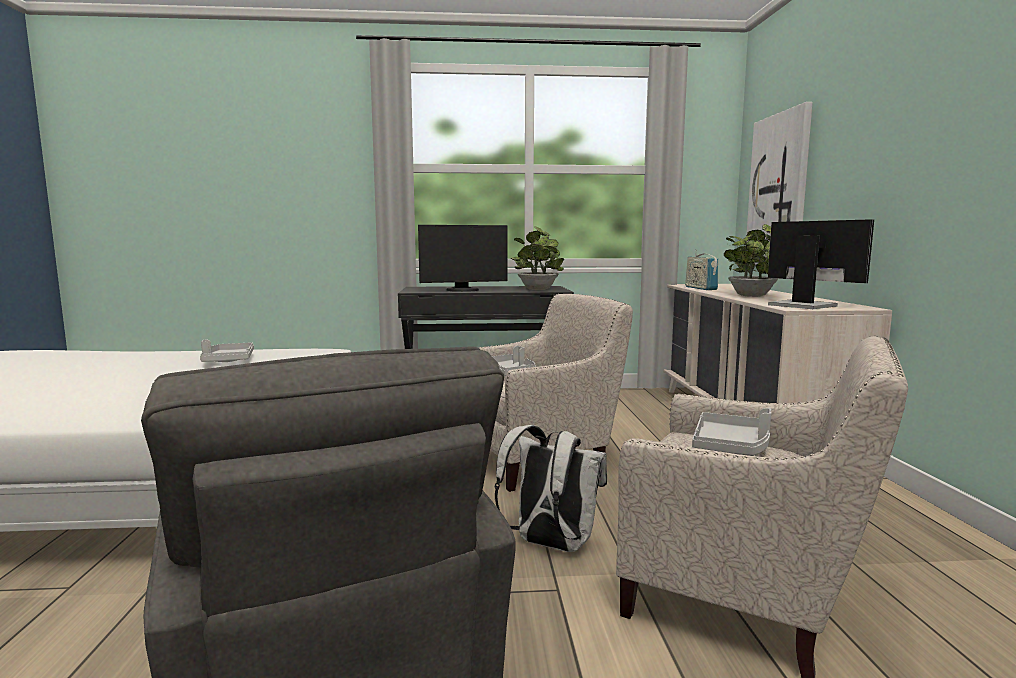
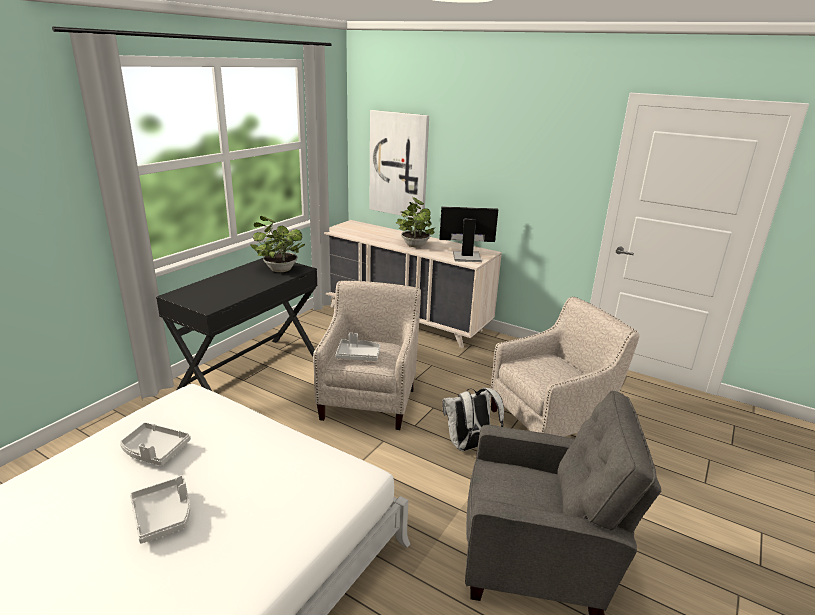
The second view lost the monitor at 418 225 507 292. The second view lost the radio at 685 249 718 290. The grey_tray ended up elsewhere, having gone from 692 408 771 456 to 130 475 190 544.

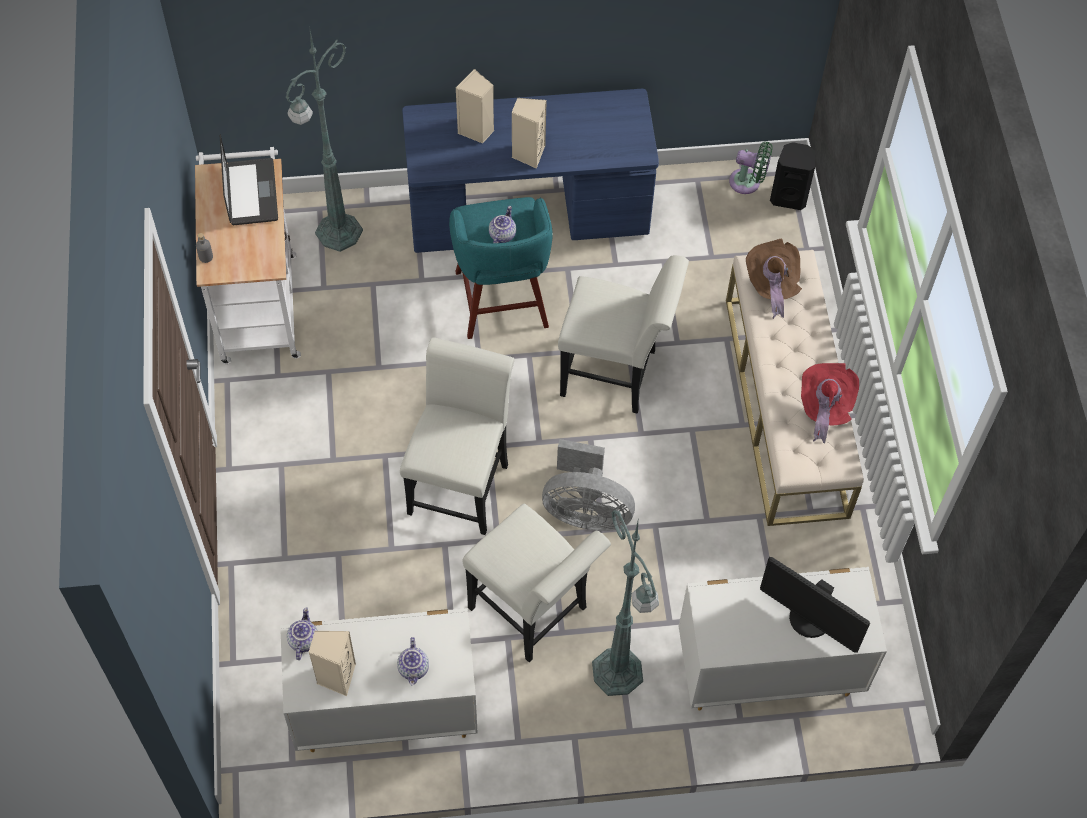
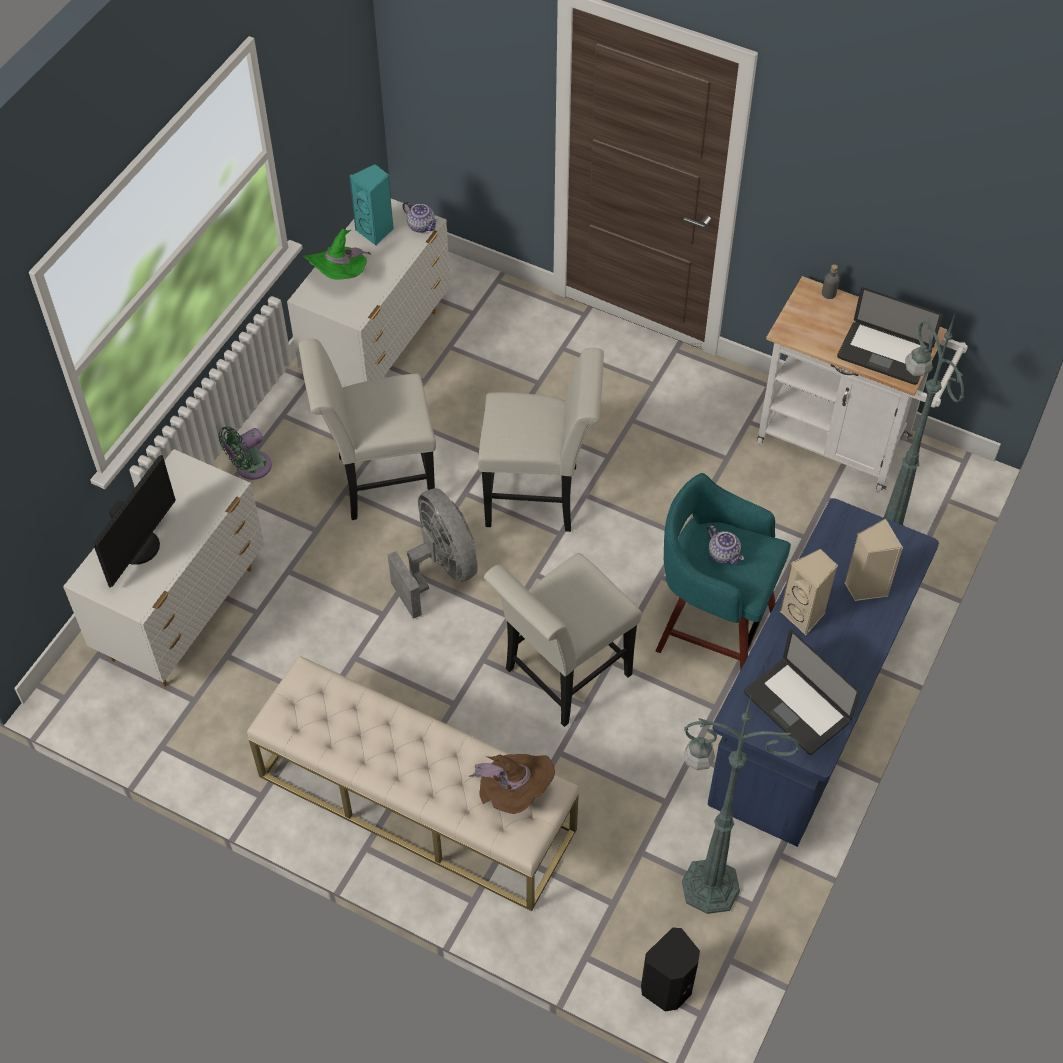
The second view lost the red_hat at 801 363 859 443. The second view gained the laptop at 744 630 860 755. The green_floor_lamp ended up elsewhere, having gone from 592 510 659 696 to 682 693 800 914. The green_fan ended up elsewhere, having gone from 729 142 773 194 to 218 427 272 480. Where the teapot stood at 397 637 429 685, the green_hat came to stand at 303 229 371 280. What was the beige_speaker at 308 630 356 696 turned into the turquoise_speaker at 349 164 394 246. The white_chair at 400 337 515 535 ended up facing another way, 45 degrees counterclockwise from before. The grey_fan at 542 439 635 531 ended up facing another way, 105 degrees clockwise from before. The monitor at 760 557 870 653 ended up facing another way, 135 degrees clockwise from before.

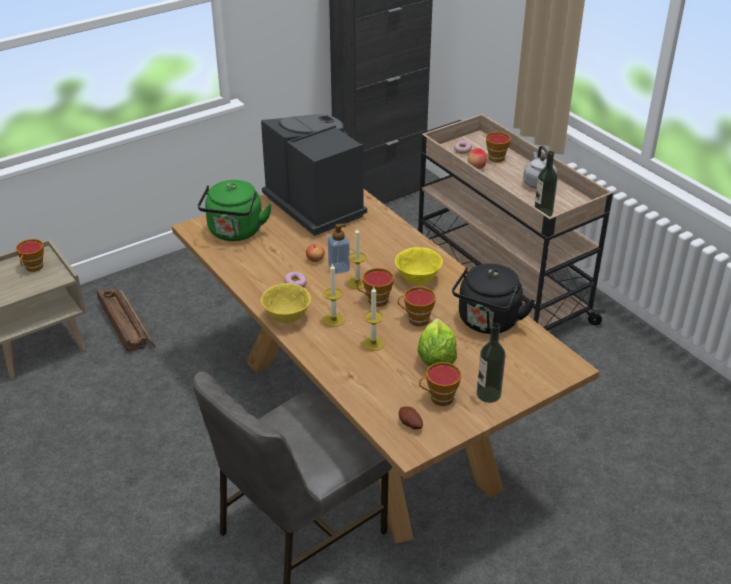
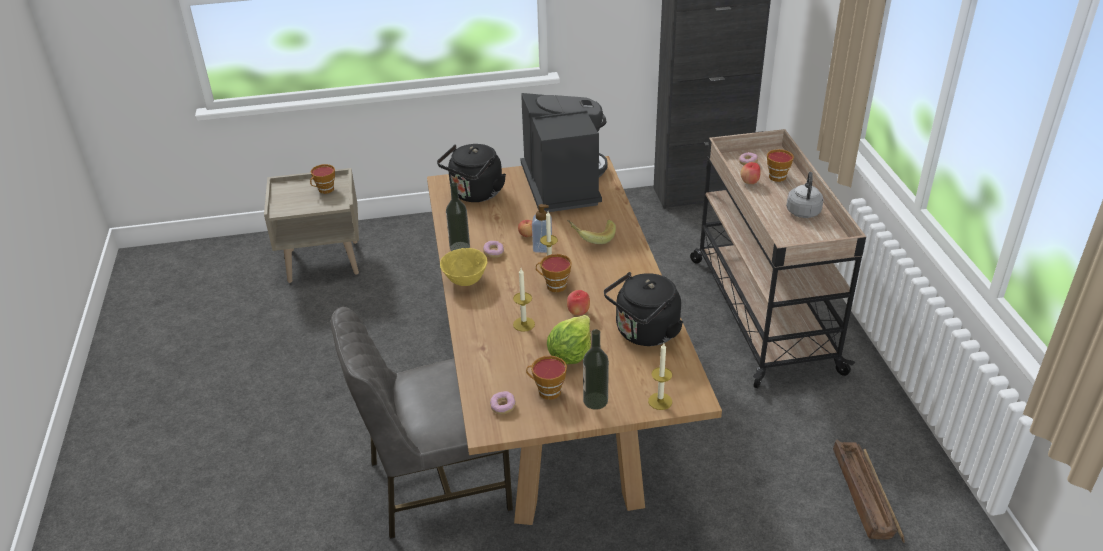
The second view lost the yellow_bowl at 395 247 443 285. The second view gained the banana at 567 220 616 244. The crate ended up elsewhere, having gone from 97 288 156 351 to 833 440 905 543. The candle ended up elsewhere, having gone from 323 263 345 327 to 648 343 672 410. The bottle ended up elsewhere, having gone from 534 151 558 217 to 446 182 470 251. Where the cup stood at 398 287 436 326, the apple came to stand at 567 290 590 315. Where the potato stood at 399 407 423 430, the donut came to stand at 490 391 516 414. What was the green_kettle at 198 180 272 241 turned into the black_kettle at 437 144 506 202.

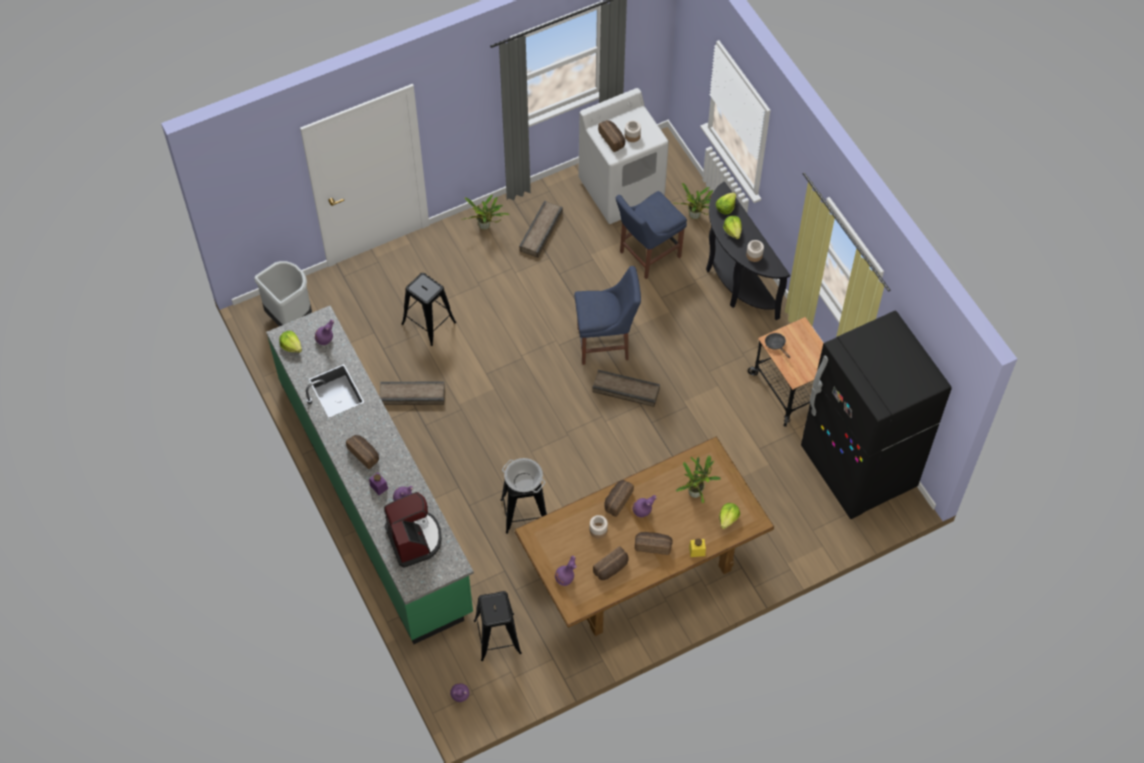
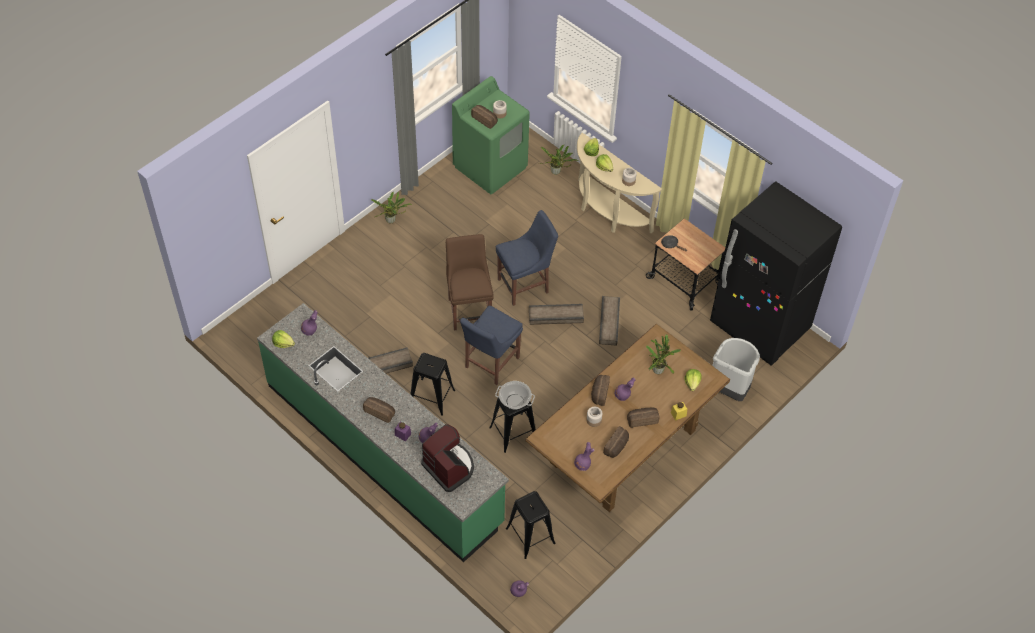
The second view gained the brown_chair at 446 234 494 331. The grey_trash_can ended up elsewhere, having gone from 254 261 312 326 to 712 338 760 401. The black_stool ended up elsewhere, having gone from 402 273 456 346 to 410 353 455 416. The crate ended up elsewhere, having gone from 519 201 563 258 to 599 296 620 346. The blue_chair ended up elsewhere, having gone from 616 191 687 279 to 460 306 523 385. What was the white_washing_machine at 578 88 669 224 turned into the green_washing_machine at 452 76 530 194. What was the black_console_table at 706 181 790 320 turned into the beige_console_table at 577 133 662 233.

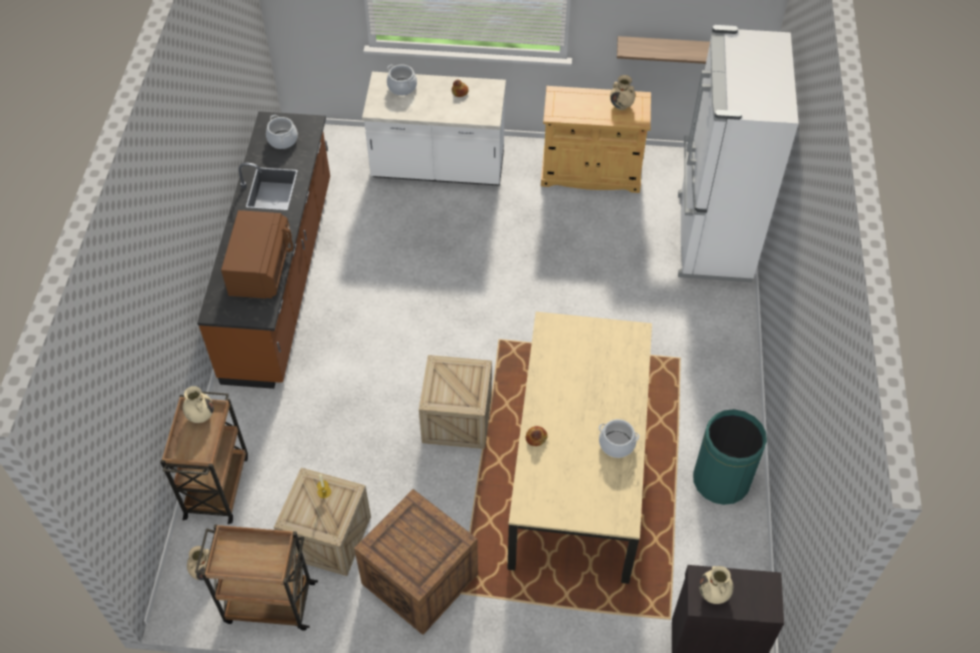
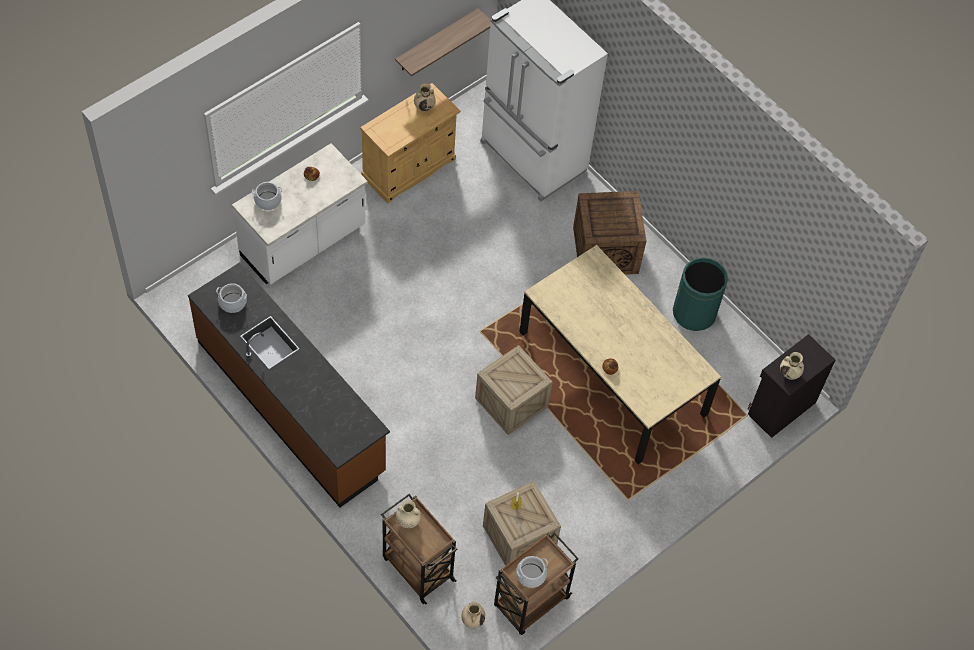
The second view lost the brown_microwave at 221 210 293 298. The crate ended up elsewhere, having gone from 354 489 478 635 to 573 191 646 275. The cooking_pot ended up elsewhere, having gone from 599 419 639 458 to 516 556 548 588.

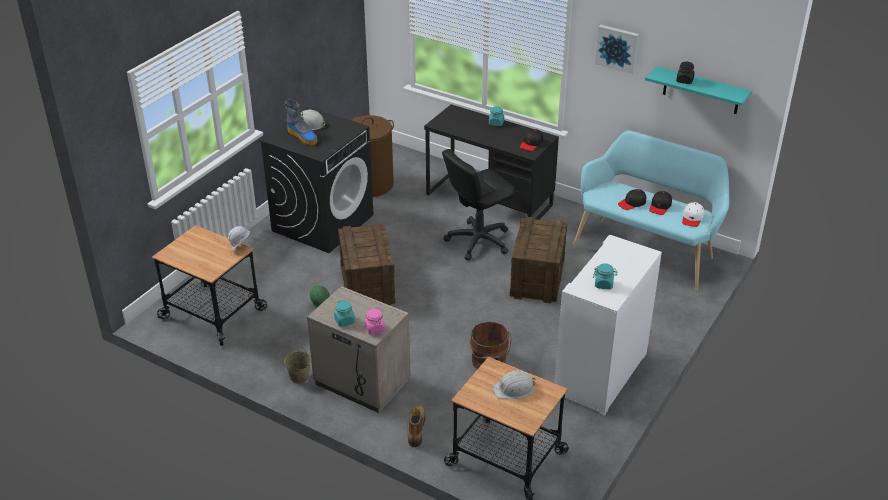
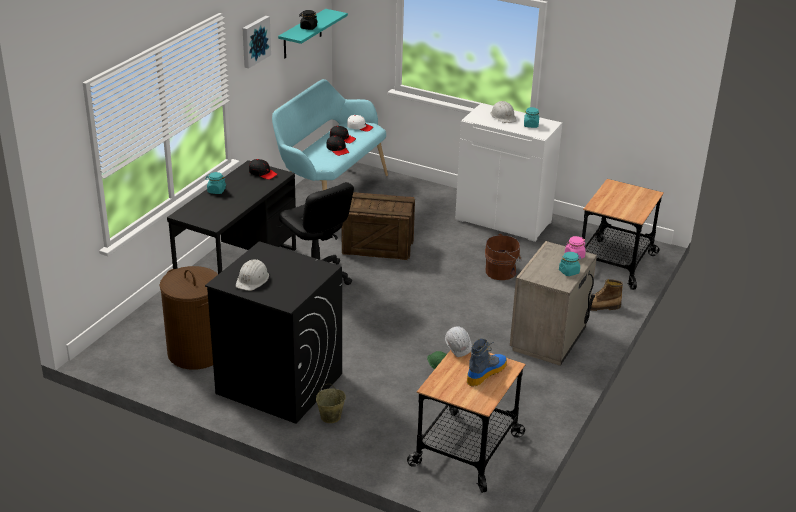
The second view lost the crate at 338 223 395 306. The boot ended up elsewhere, having gone from 284 100 317 146 to 467 338 507 387. The beige_bucket ended up elsewhere, having gone from 284 347 311 384 to 316 384 346 423. The white_hard_hat ended up elsewhere, having gone from 492 370 536 399 to 490 101 517 123.

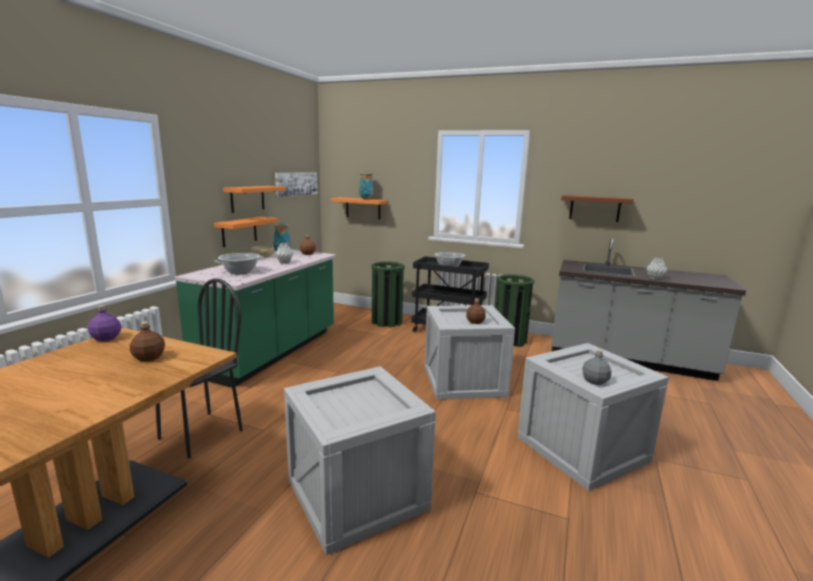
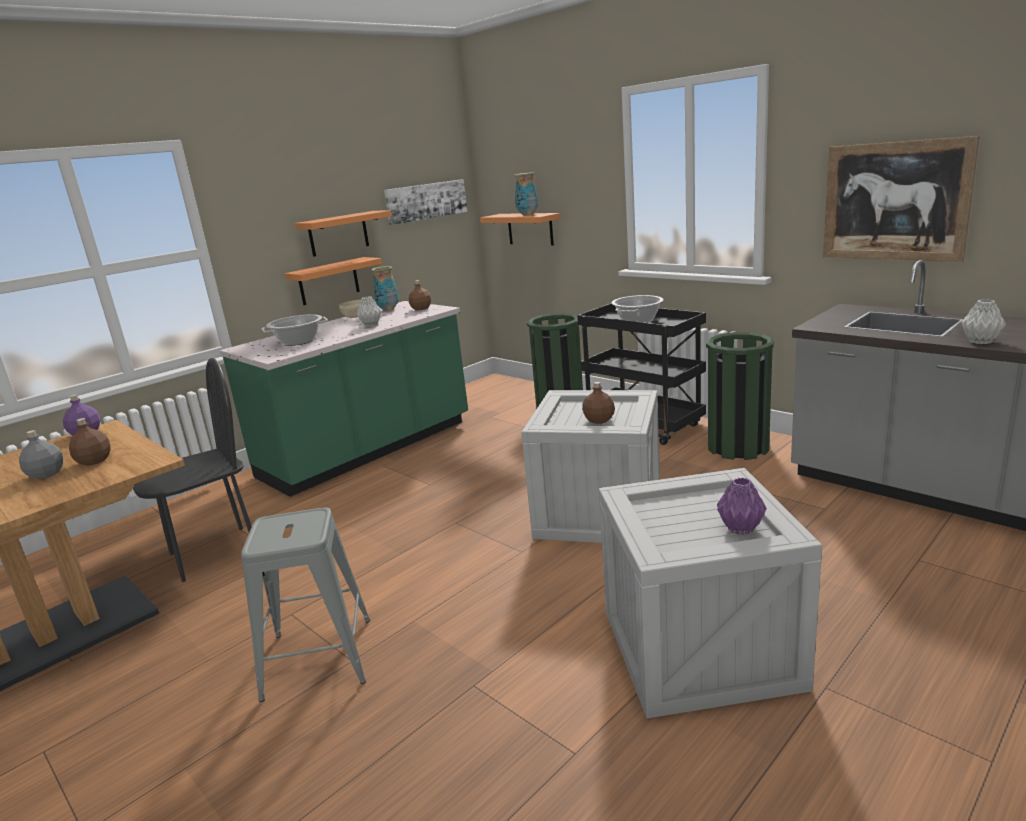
The second view gained the purple_vase at 717 477 767 535. The grey_bottle ended up elsewhere, having gone from 582 350 611 385 to 19 430 63 479. Where the crate stood at 284 366 436 555, the grey_stool came to stand at 241 508 370 702. Where the brown_shelf hung at 561 195 634 222, the picture came to hang at 823 136 980 262.

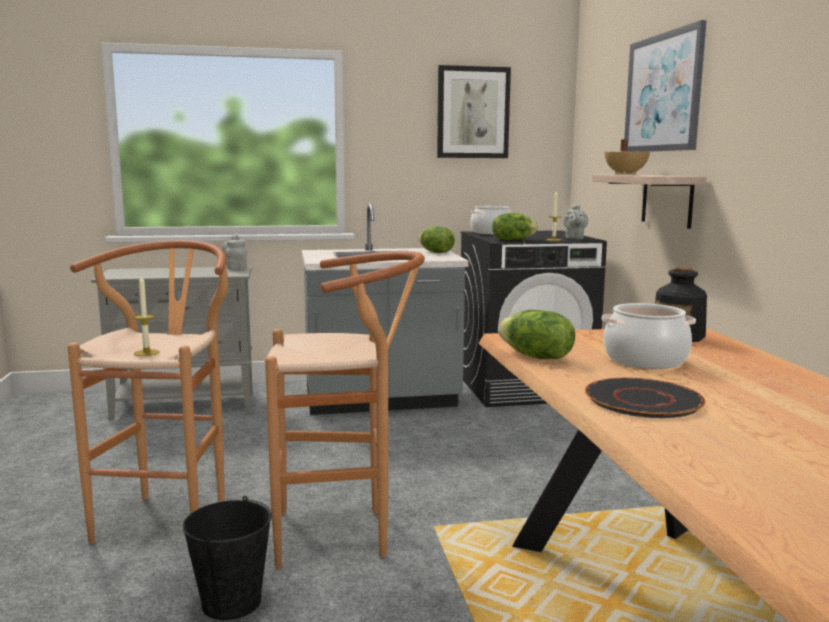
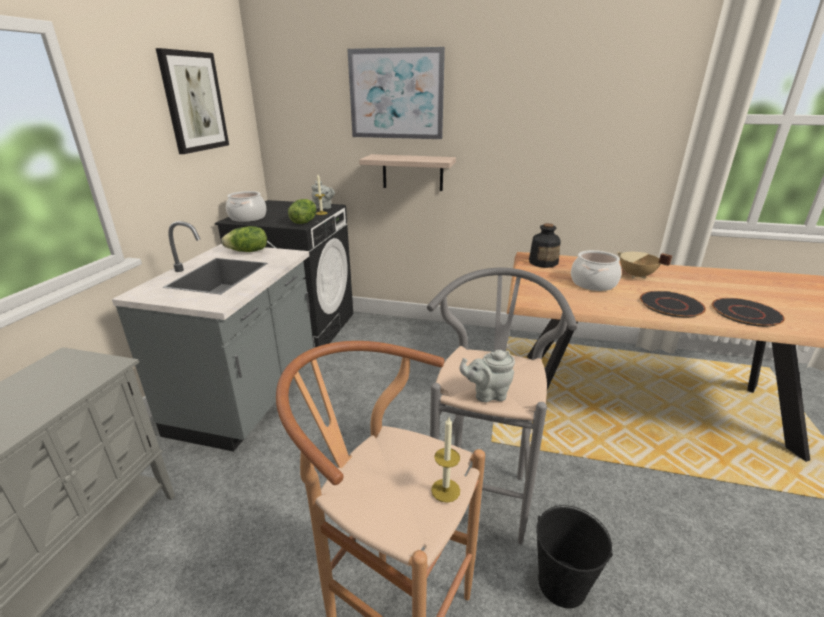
The second view lost the lettuce at 498 310 575 359. The second view gained the black_plate at 712 298 785 327. The grey_teapot ended up elsewhere, having gone from 222 234 247 270 to 460 350 515 402. The beige_cooking_pot ended up elsewhere, having gone from 605 139 650 175 to 617 252 672 278. What was the brown_stool at 265 251 425 570 turned into the grey_stool at 427 268 578 544.

